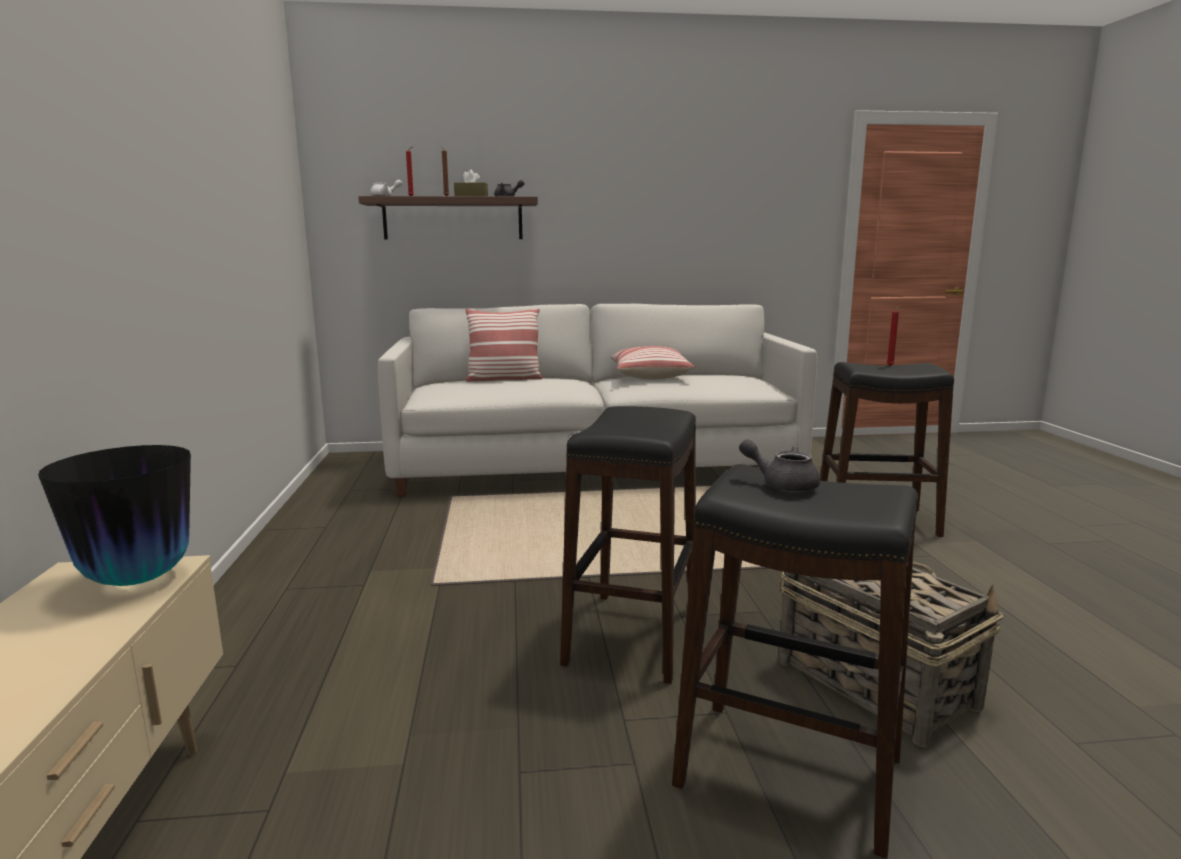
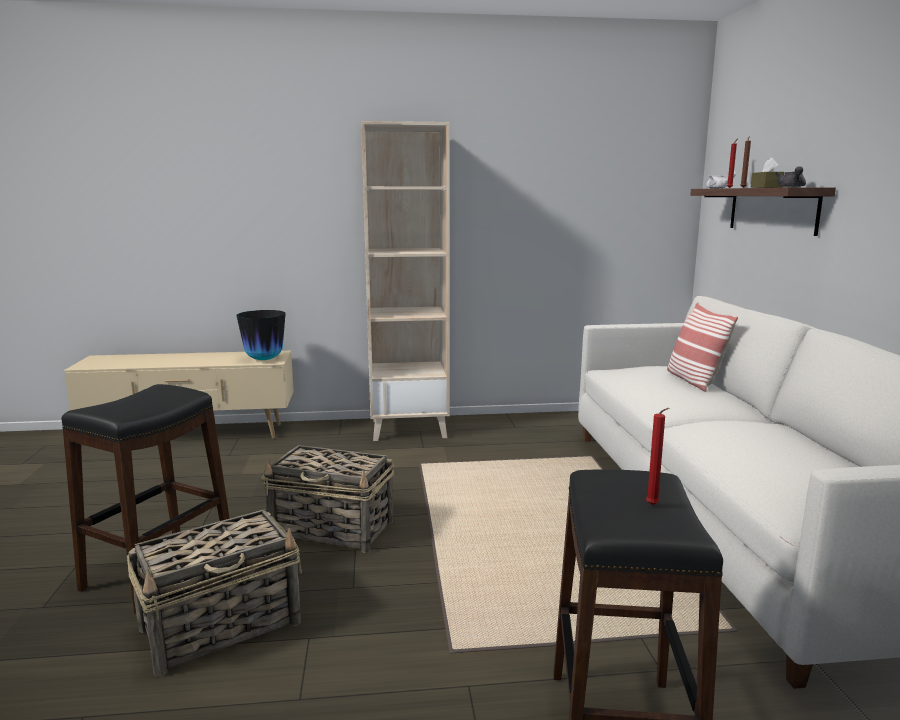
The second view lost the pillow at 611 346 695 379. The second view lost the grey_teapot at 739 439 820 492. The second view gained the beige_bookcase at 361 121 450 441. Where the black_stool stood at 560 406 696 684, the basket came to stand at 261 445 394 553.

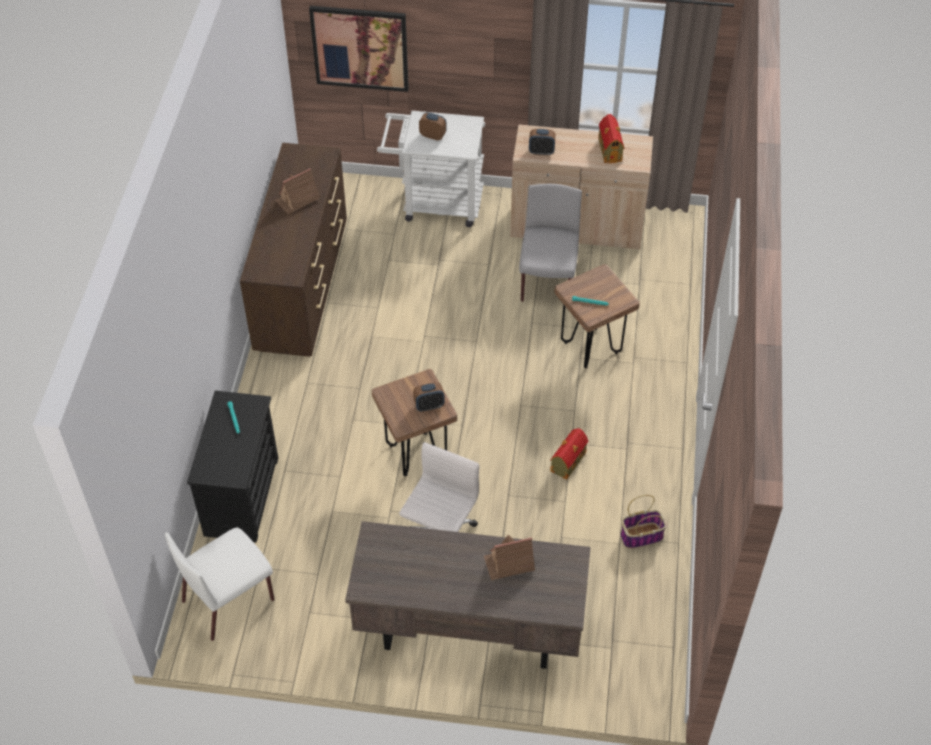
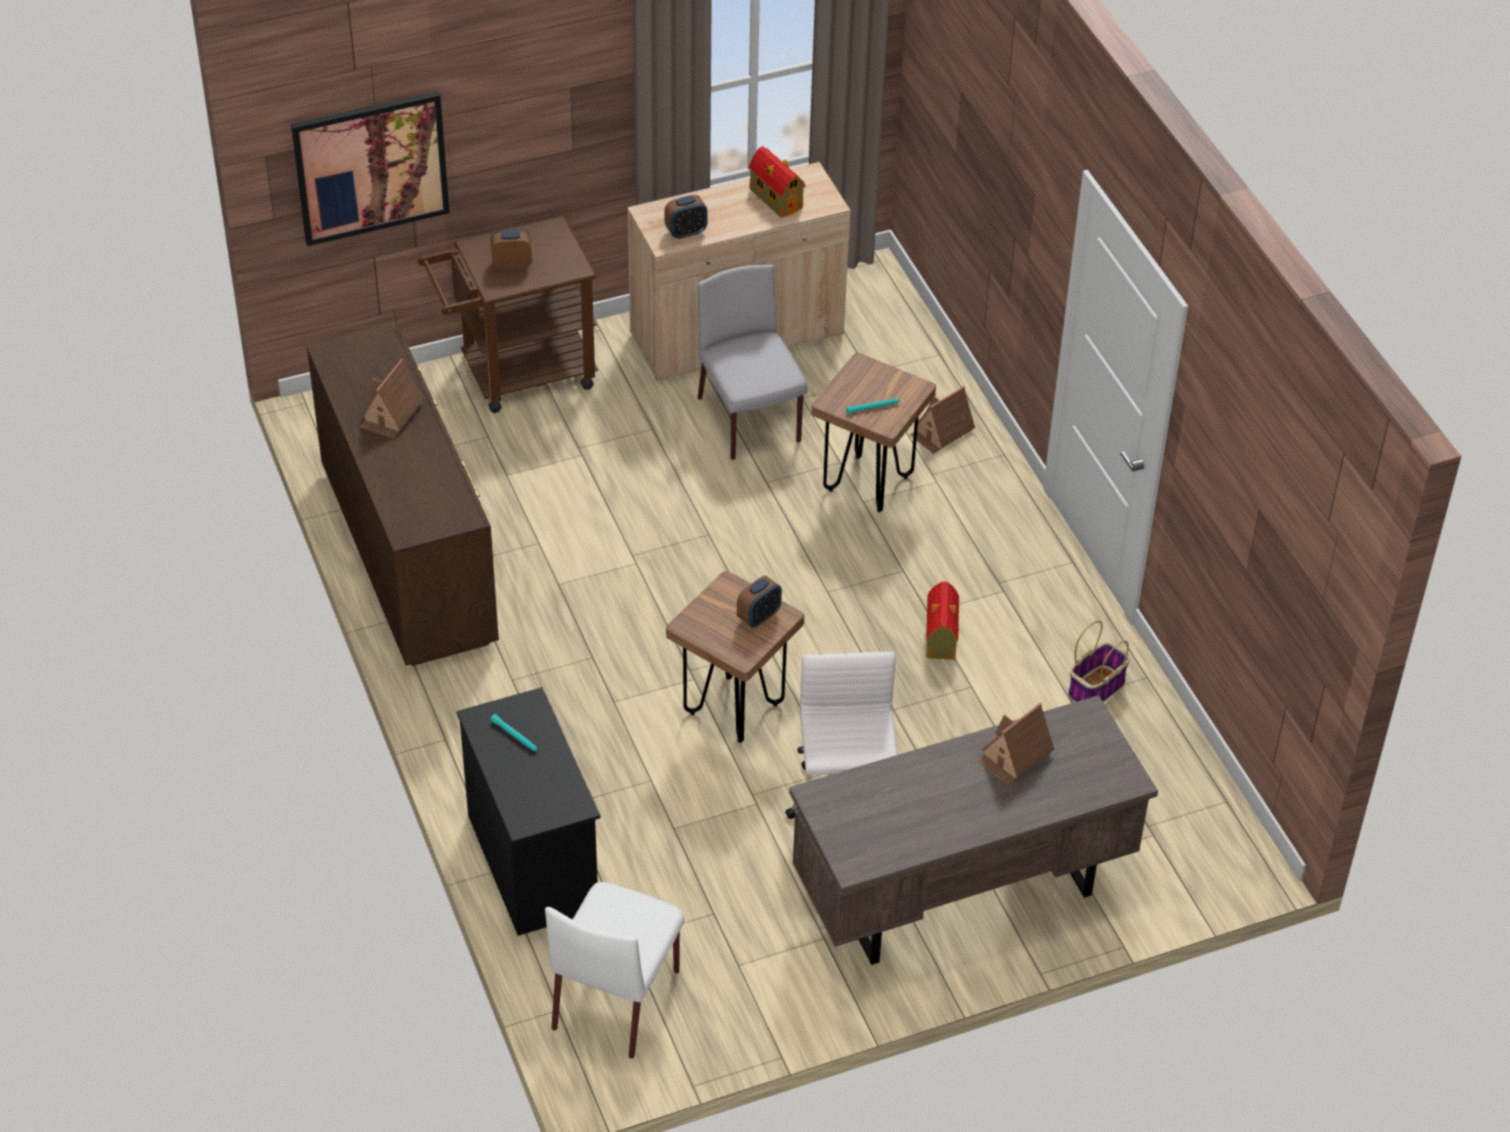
The second view gained the toy_house at 910 386 975 454. What was the white_cart at 377 111 485 227 turned into the brown_cart at 418 216 598 413.

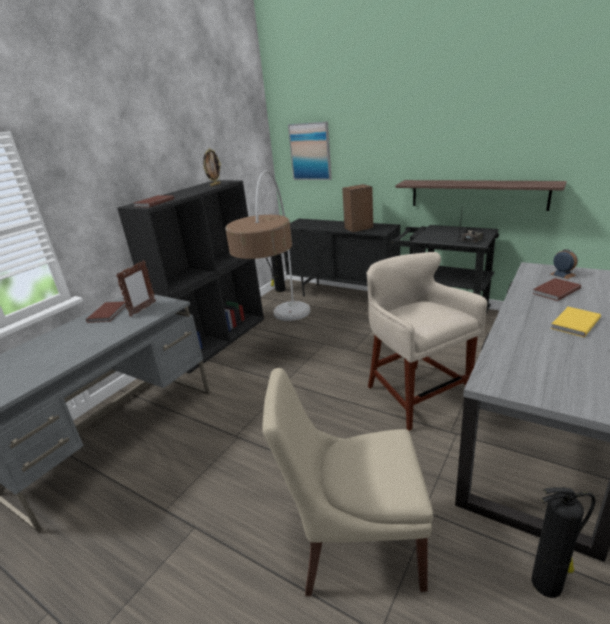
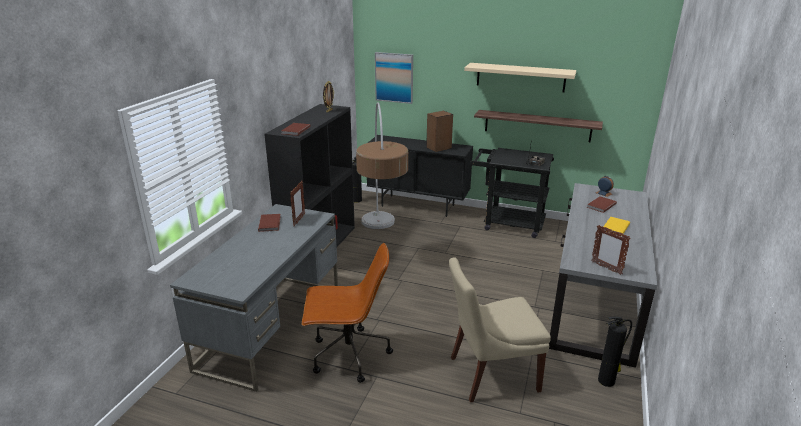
The second view lost the beige_stool at 367 252 487 431. The second view gained the brown_office_chair at 302 243 393 383. The second view gained the beige_shelf at 464 63 576 93. The second view gained the picture_frame at 592 225 631 275.

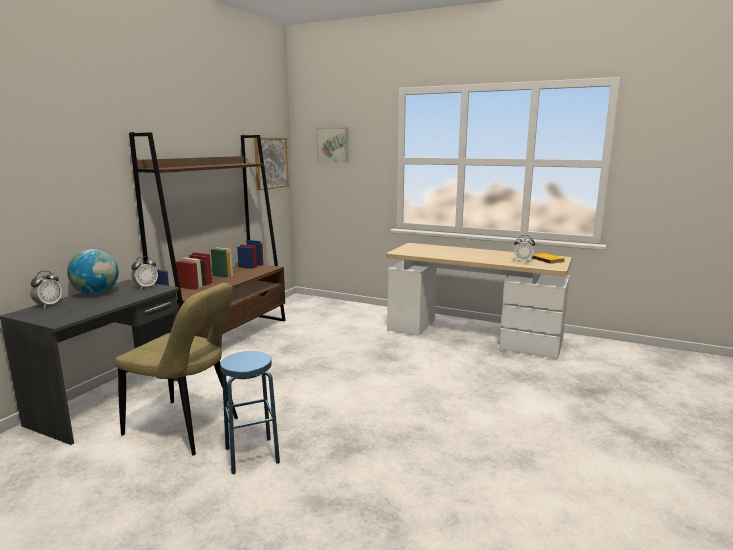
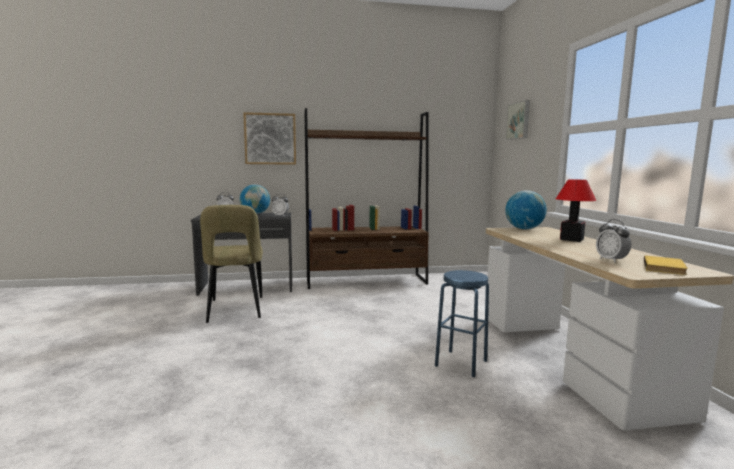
The second view gained the globe at 505 190 547 229. The second view gained the table_lamp at 556 179 596 242. The blue_stool ended up elsewhere, having gone from 220 351 280 474 to 435 270 489 377. The picture ended up elsewhere, having gone from 254 137 289 190 to 243 112 296 165.

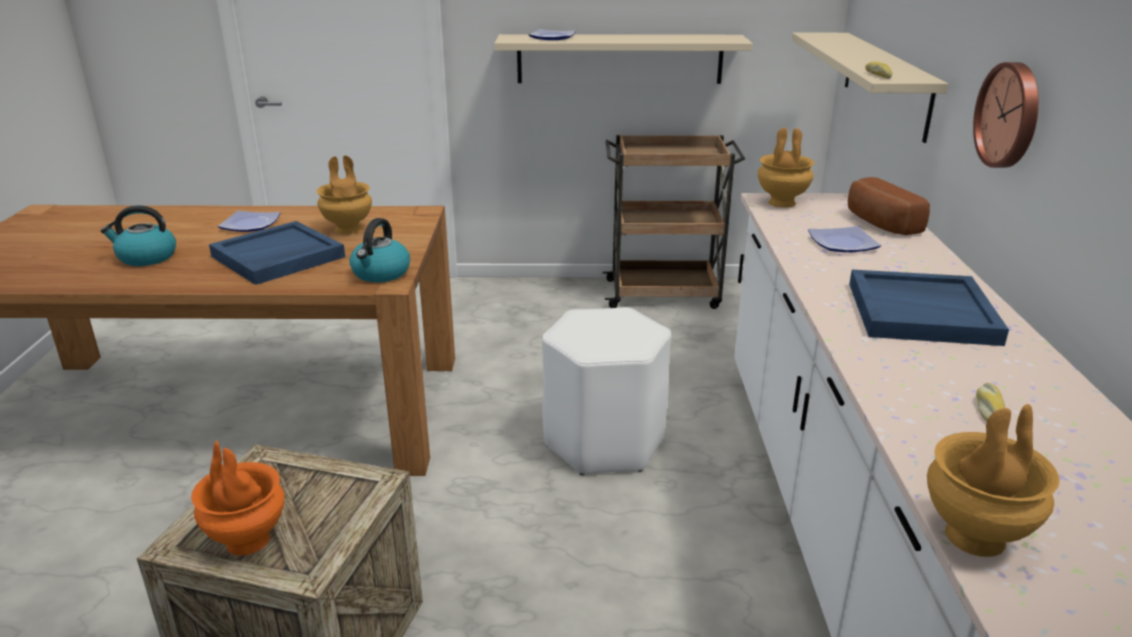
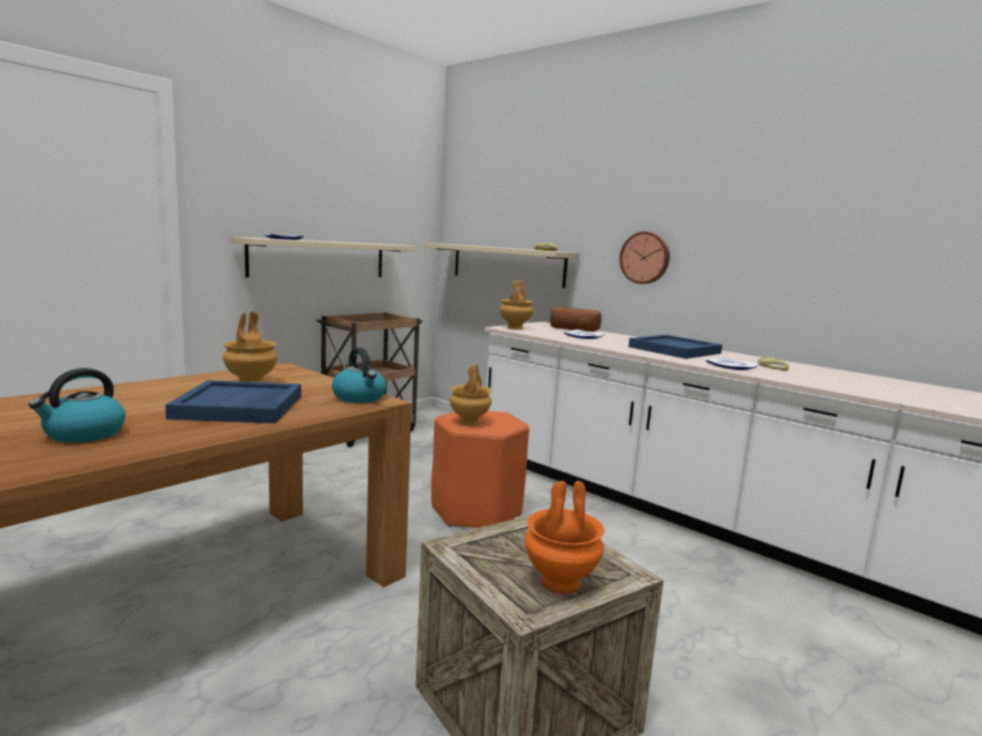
The plate ended up elsewhere, having gone from 217 211 280 232 to 706 356 760 370. The brown_vase ended up elsewhere, having gone from 927 404 1060 557 to 449 364 492 426. What was the white_stool at 542 307 671 475 turned into the orange_stool at 431 411 529 528.

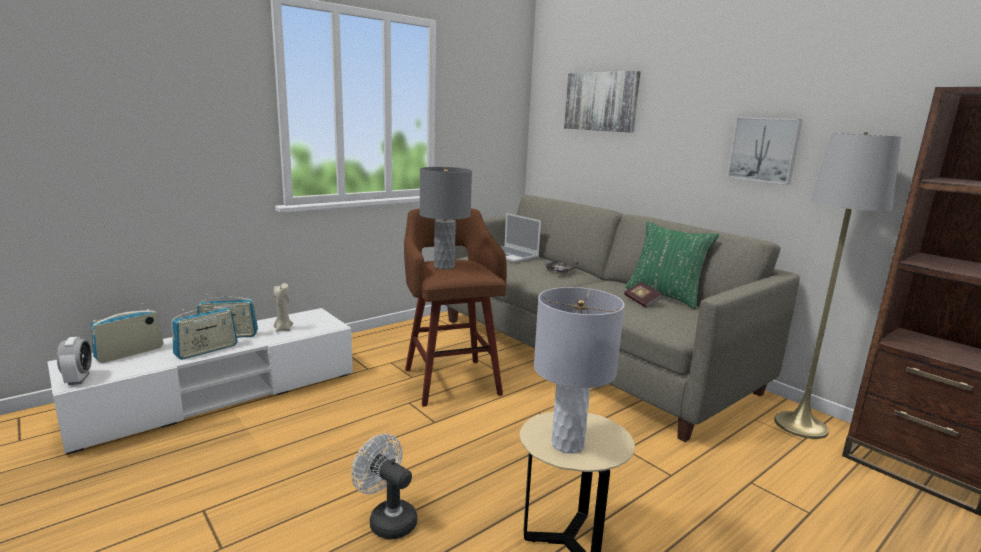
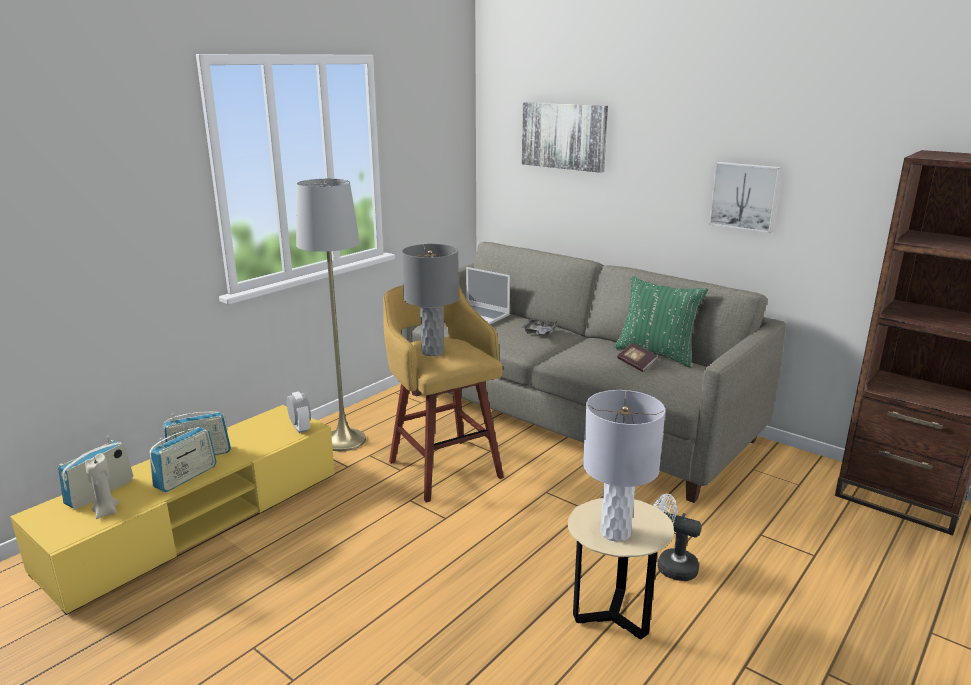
The alarm_clock ended up elsewhere, having gone from 57 337 92 385 to 287 392 311 433. The beige_candle ended up elsewhere, having gone from 274 283 293 332 to 85 453 119 519. The white_fan ended up elsewhere, having gone from 351 434 417 540 to 653 494 702 581. The grey_floor_lamp ended up elsewhere, having gone from 774 132 901 439 to 296 179 366 451. What was the white_tv_stand at 47 308 353 455 turned into the yellow_tv_stand at 10 405 335 615. What was the brown_stool at 404 208 507 407 turned into the yellow_stool at 383 285 504 503.

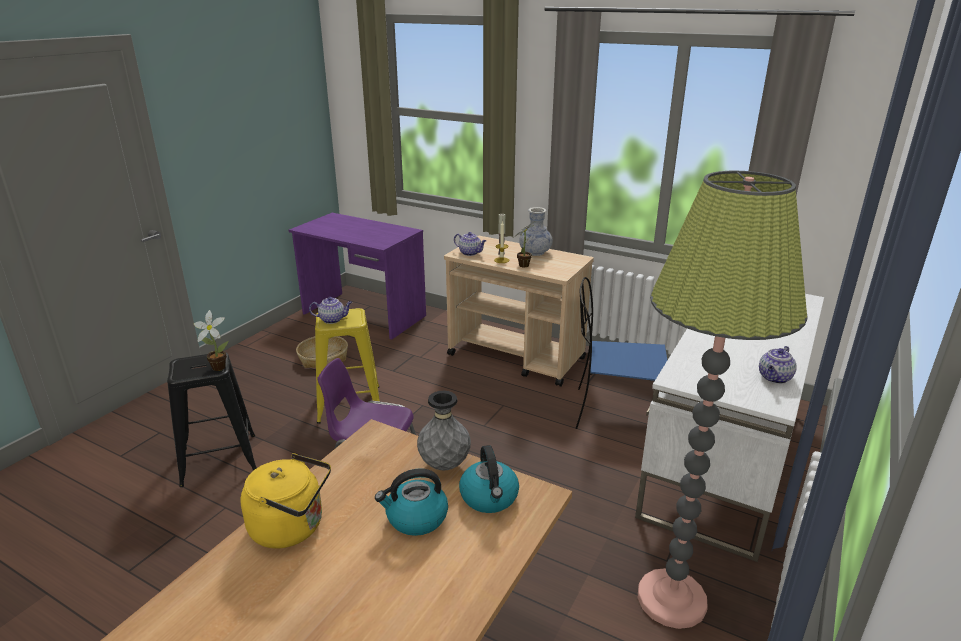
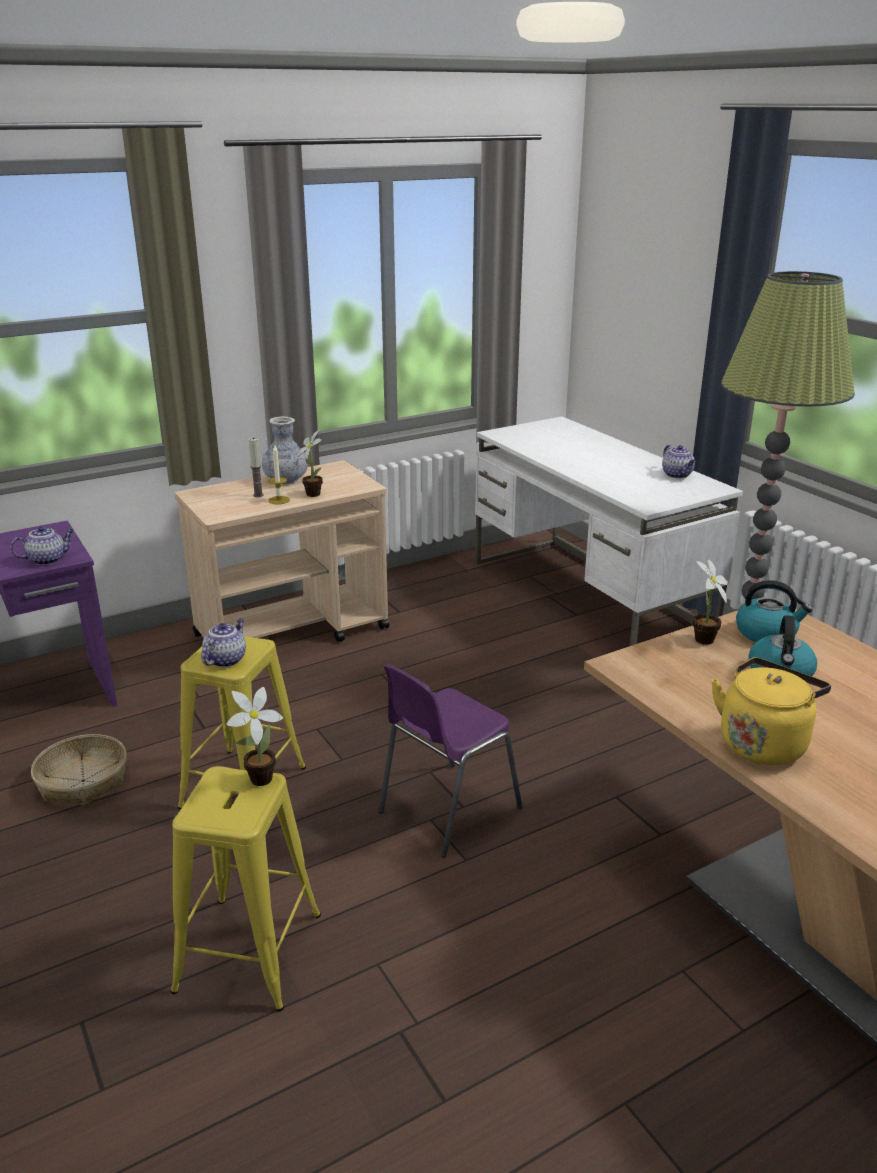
The second view lost the blue_chair at 575 277 667 429. The teapot ended up elsewhere, having gone from 454 232 486 256 to 10 526 74 565. Where the grey_vase stood at 417 391 471 470, the potted_plant came to stand at 693 558 728 645. What was the black_stool at 167 352 257 487 turned into the yellow_stool at 170 766 321 1012.

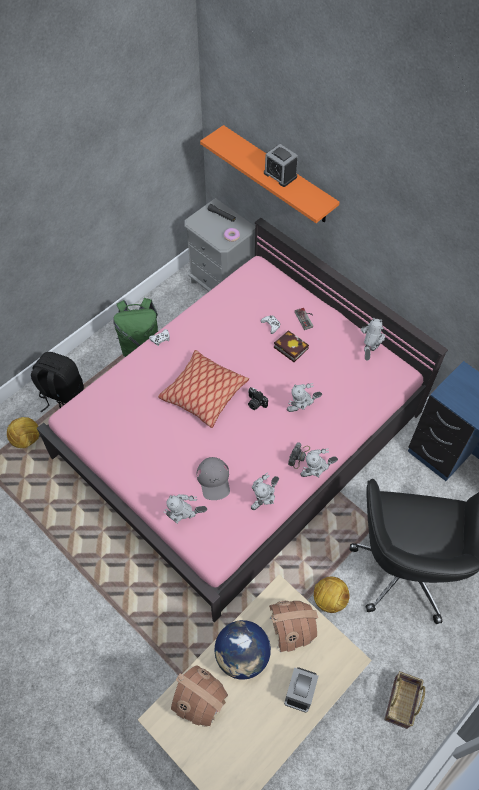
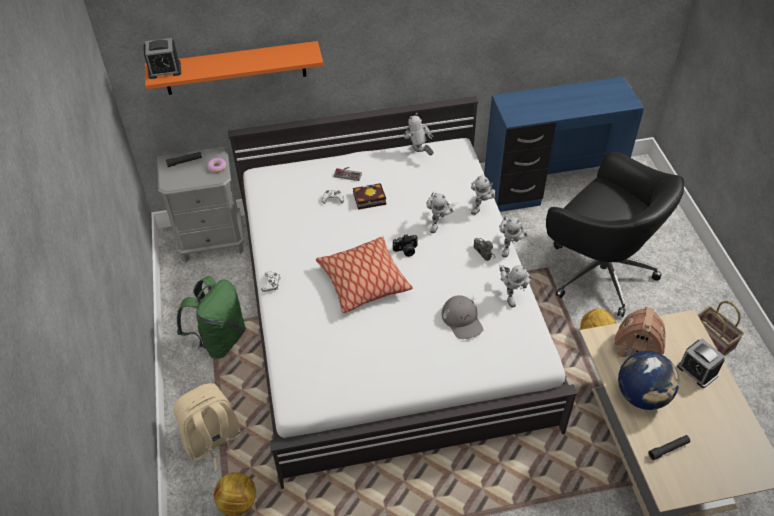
The toy_robot ended up elsewhere, having gone from 163 494 207 524 to 471 174 495 215. The alarm_clock ended up elsewhere, having gone from 264 144 298 187 to 144 38 181 79. Where the toy_house stood at 171 665 228 727, the black_flashlight came to stand at 648 435 690 460. What was the black_backpack at 31 352 84 413 turned into the beige_backpack at 173 383 241 471. What was the pink_bed at 37 218 448 623 turned into the white_bed at 228 96 578 489. The grey_cap at 196 457 230 500 ended up facing another way, 45 degrees clockwise from before.

